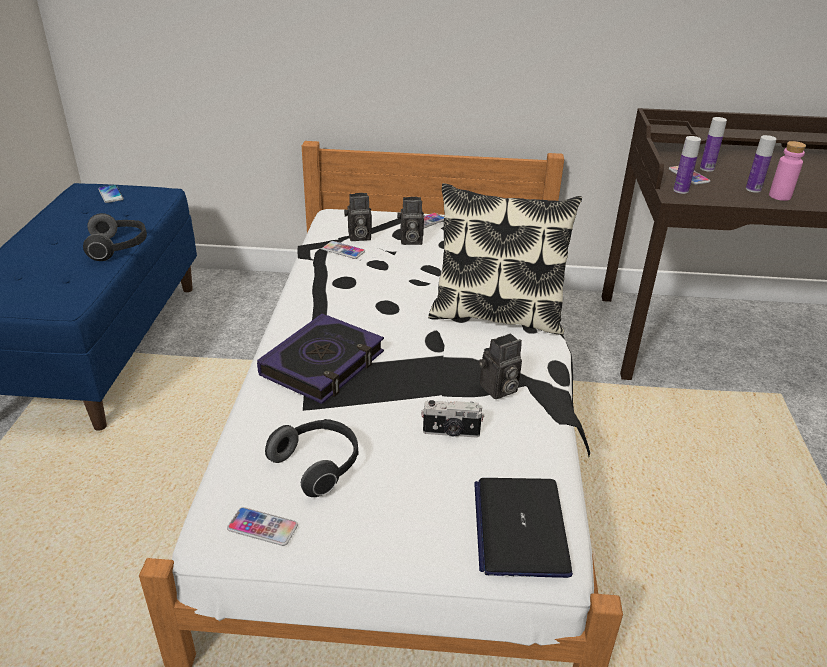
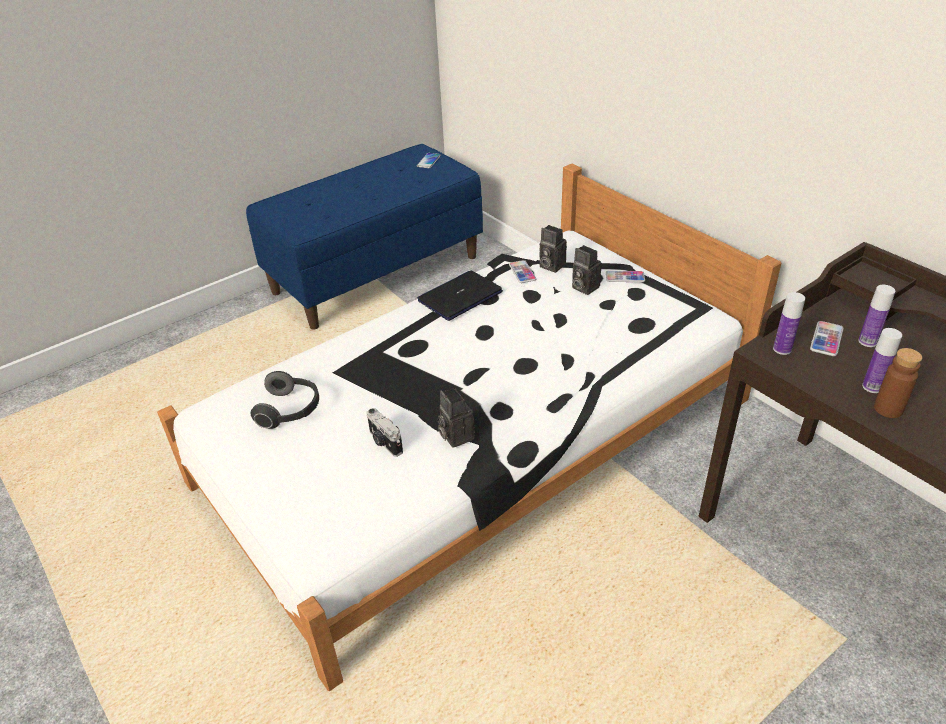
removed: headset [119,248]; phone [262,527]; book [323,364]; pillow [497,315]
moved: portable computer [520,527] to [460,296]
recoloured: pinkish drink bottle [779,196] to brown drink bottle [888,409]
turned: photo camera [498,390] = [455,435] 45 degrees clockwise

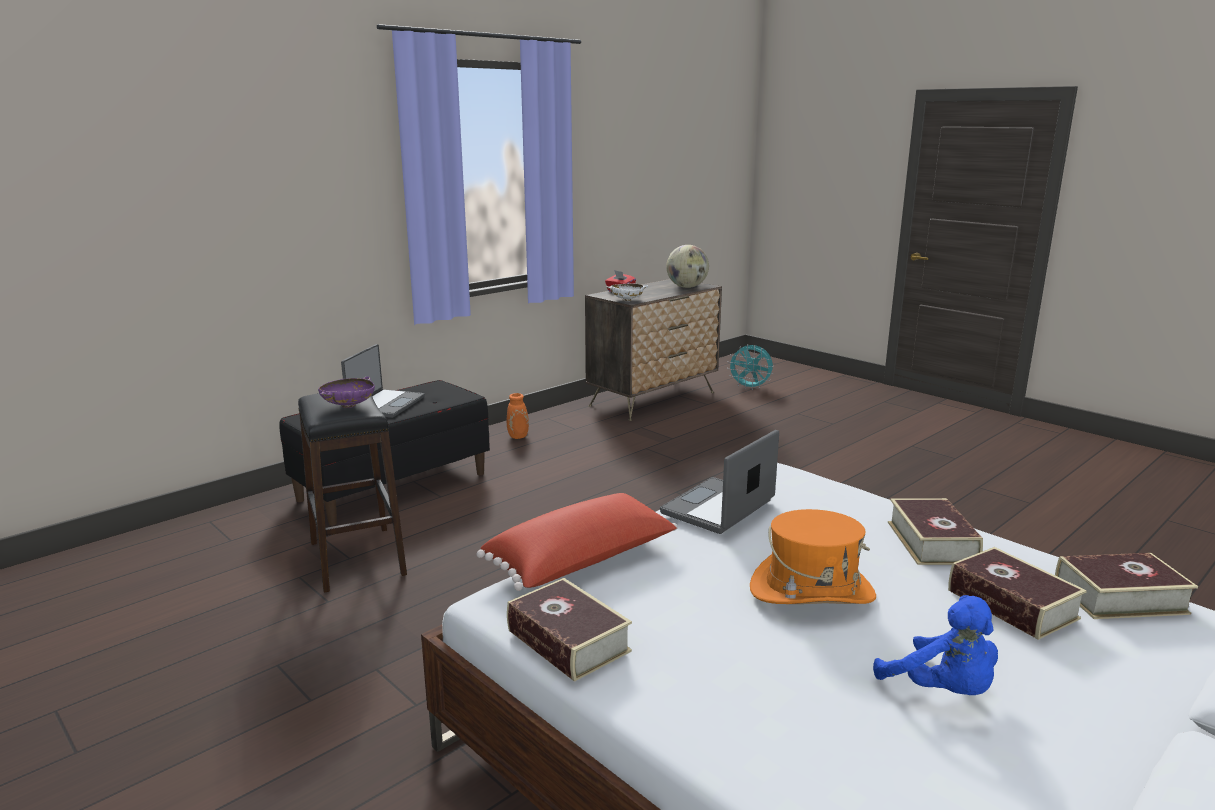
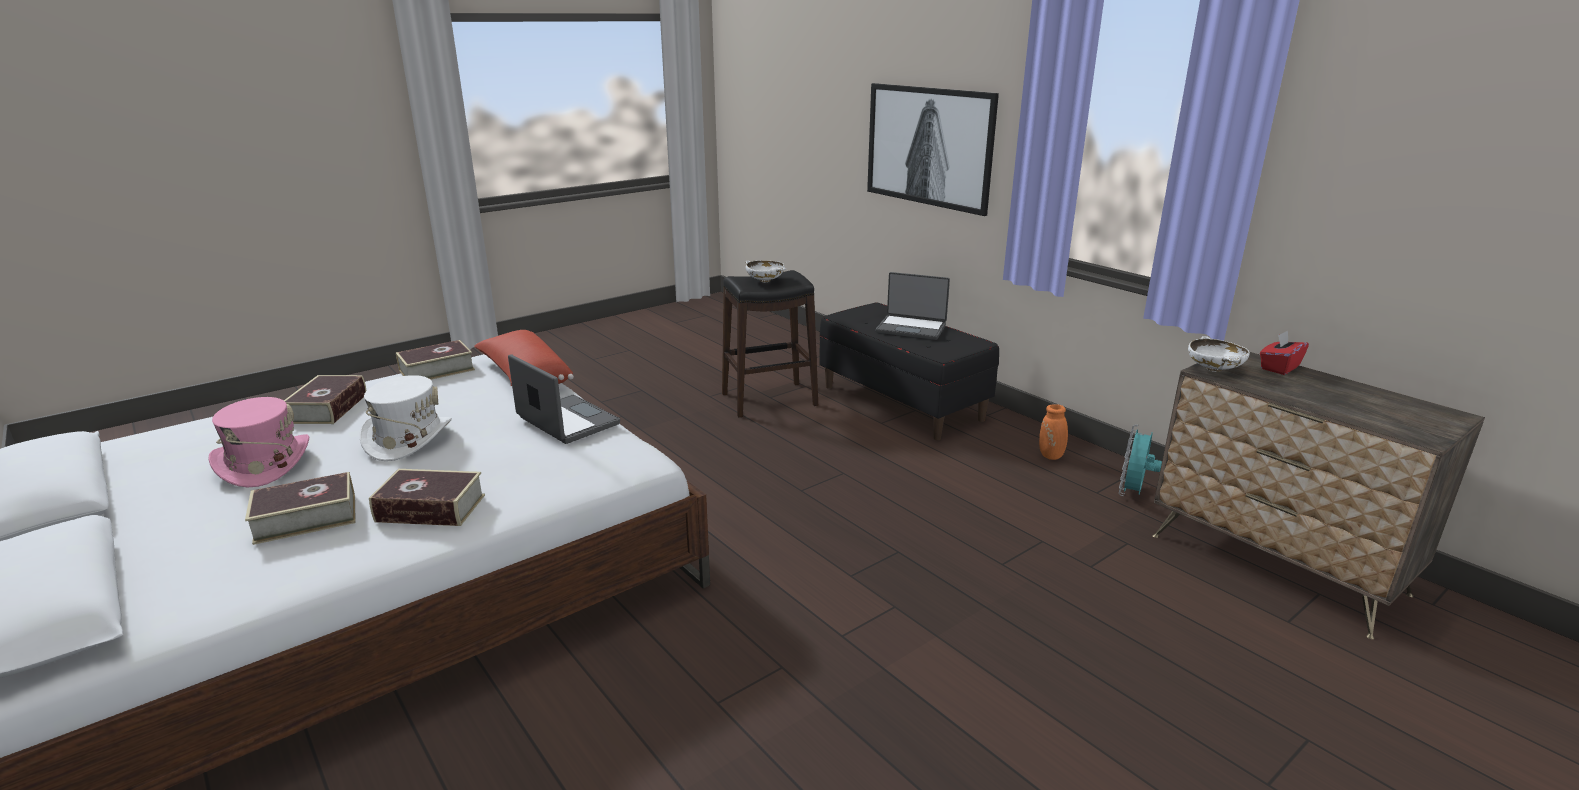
removed: world globe [687,287]
added: wall art [928,146]
moved: blue-green cooling fan [750,388] to [1132,493]; book [1119,598] to [328,408]
replaced: bluish cuddly toy [942,690] to pinkish wearable hat [264,464]
recoloured: purplish deep dish [348,406] to white-coloured deep dish [765,280]; orangey wearable hat [811,591] to white-coloured wearable hat [408,439]

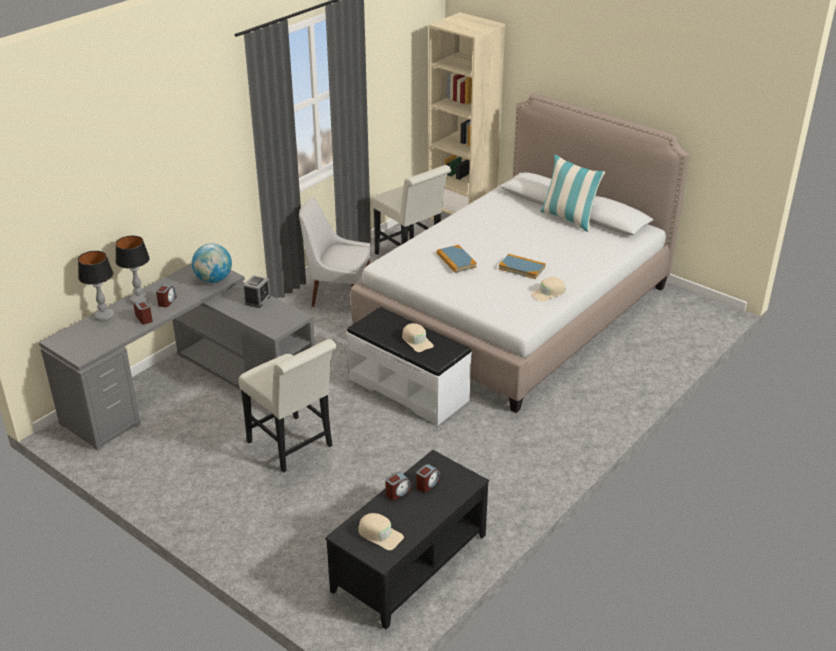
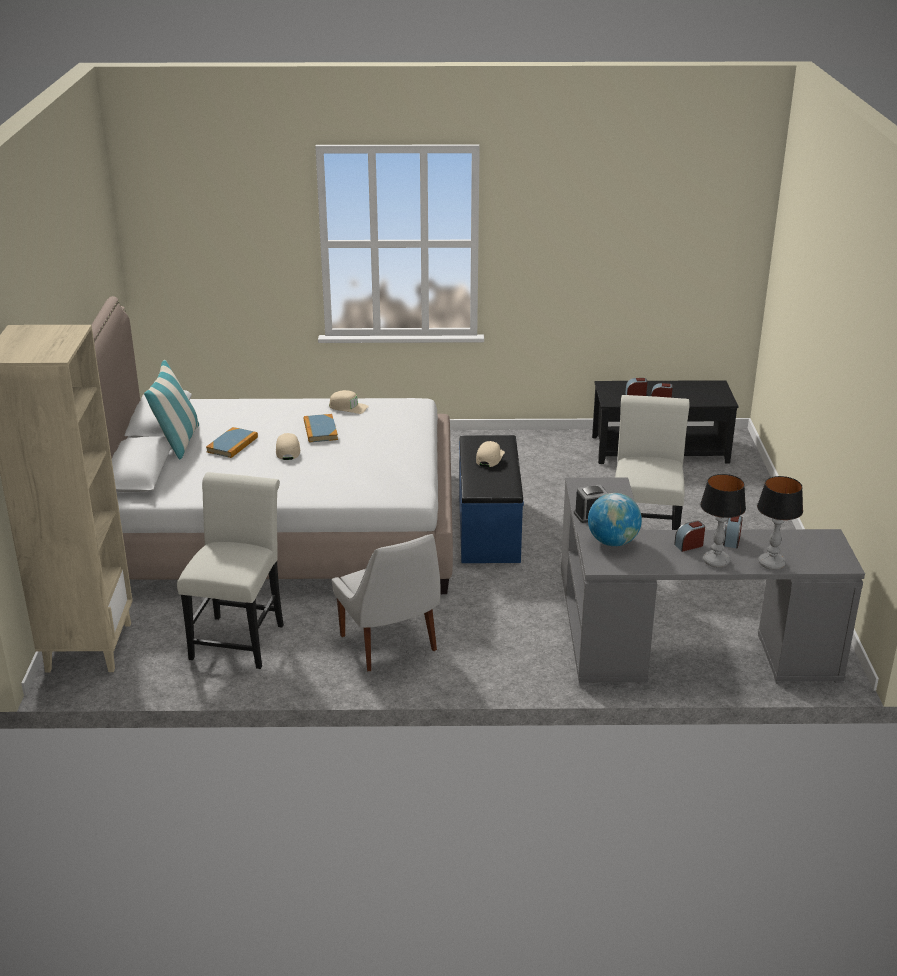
moved: sand-coloured cap [380,534] to [288,450]; book [456,260] to [232,445]
recoloured: white-coloured long seat [409,389] to bluish long seat [487,528]

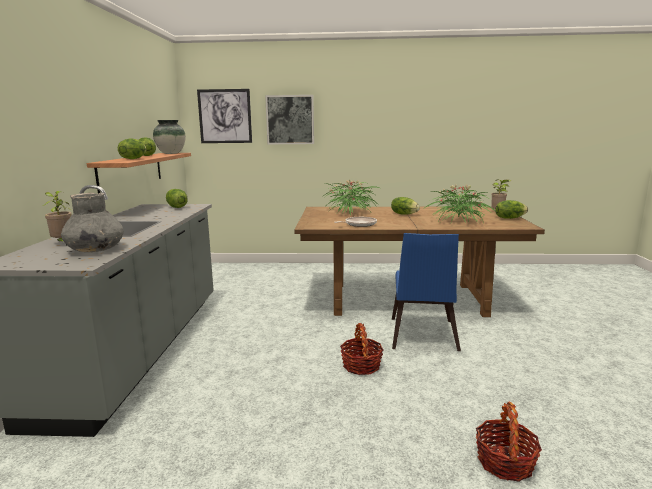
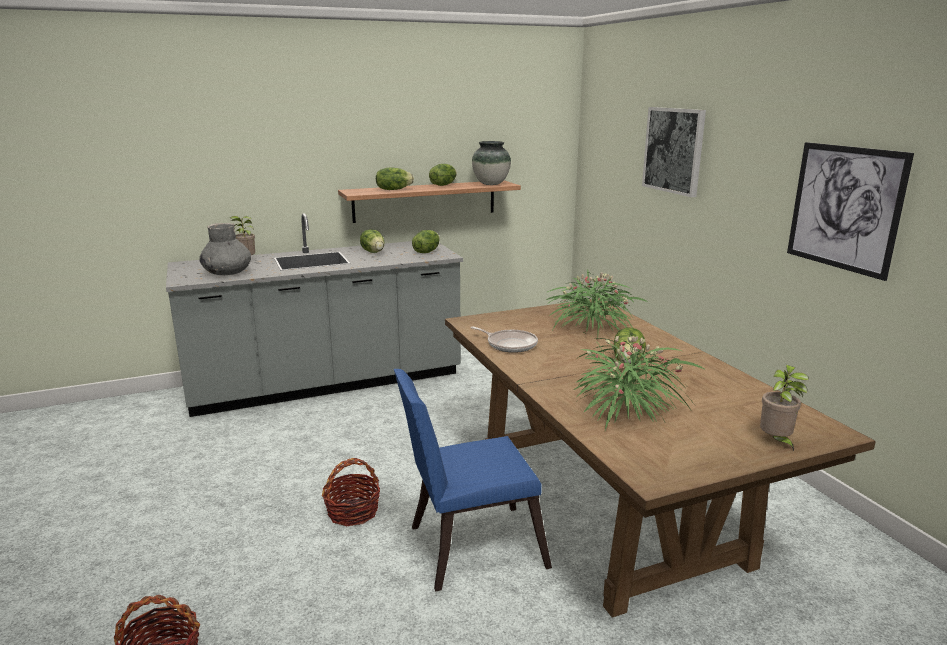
moved: wall art [225,116] to [844,208]; head of lettuce [509,218] to [373,252]

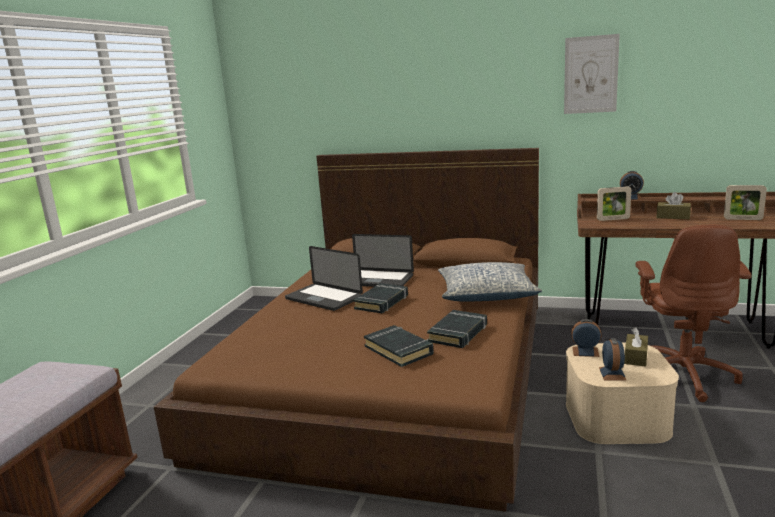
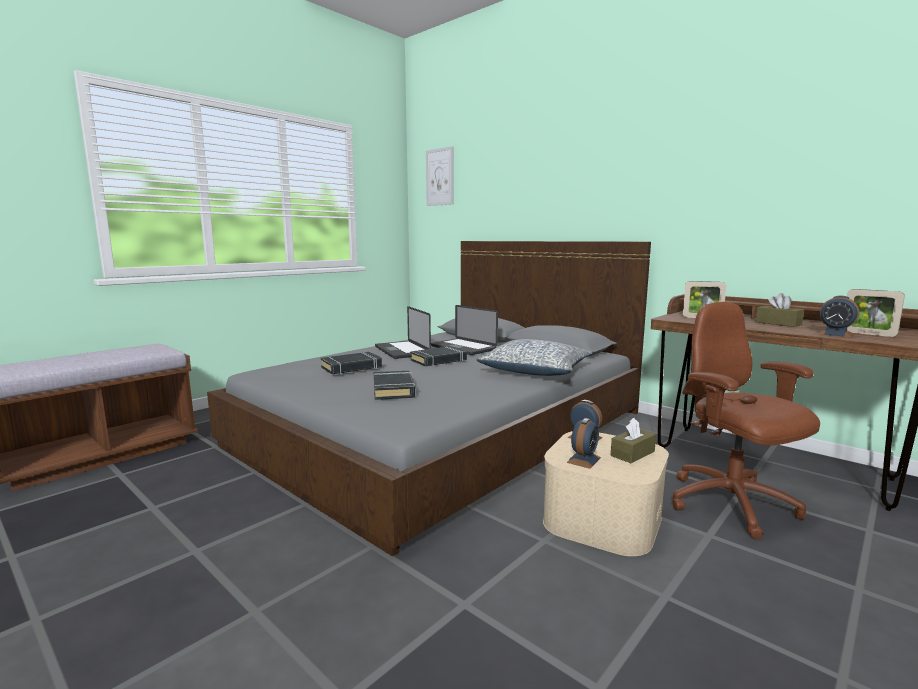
moved: black book [458,333] to [351,367]; wall art [590,74] to [439,177]; alarm clock [630,198] to [835,334]
recoloured: brown bedroom bed [393,370] to greyish bedroom bed [445,428]
turned: brown office chair [683,375] = [731,505] 120 degrees clockwise

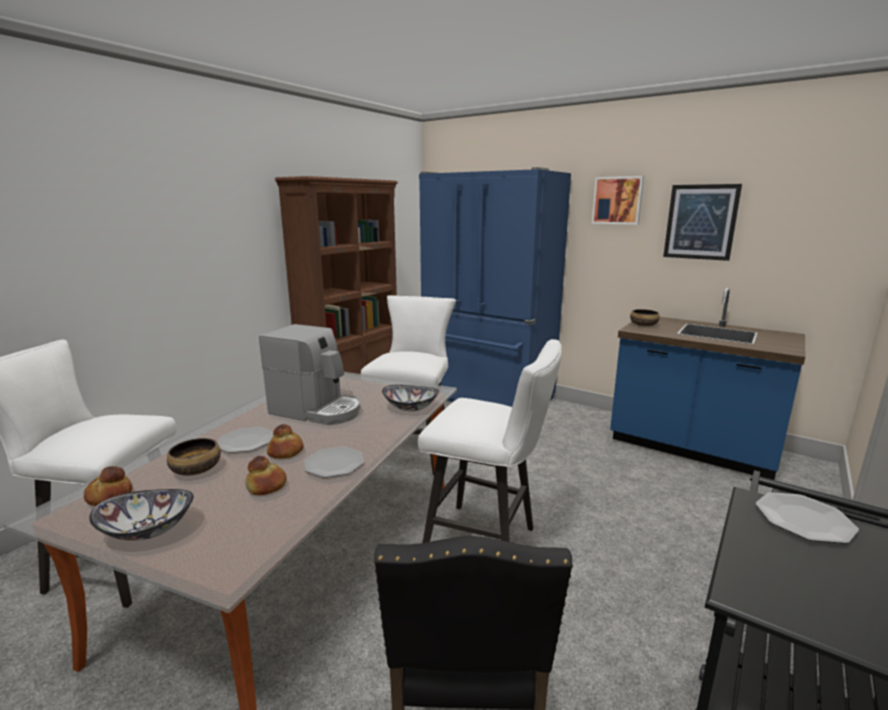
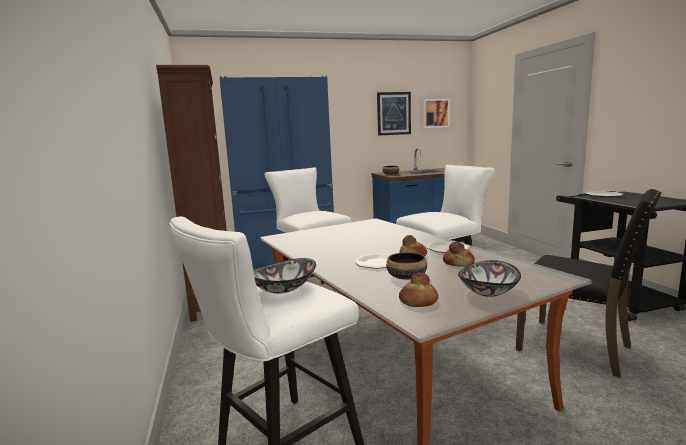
removed: coffee maker [317,410]
moved: deep dish [410,408] to [283,289]; wall art [617,200] to [435,113]

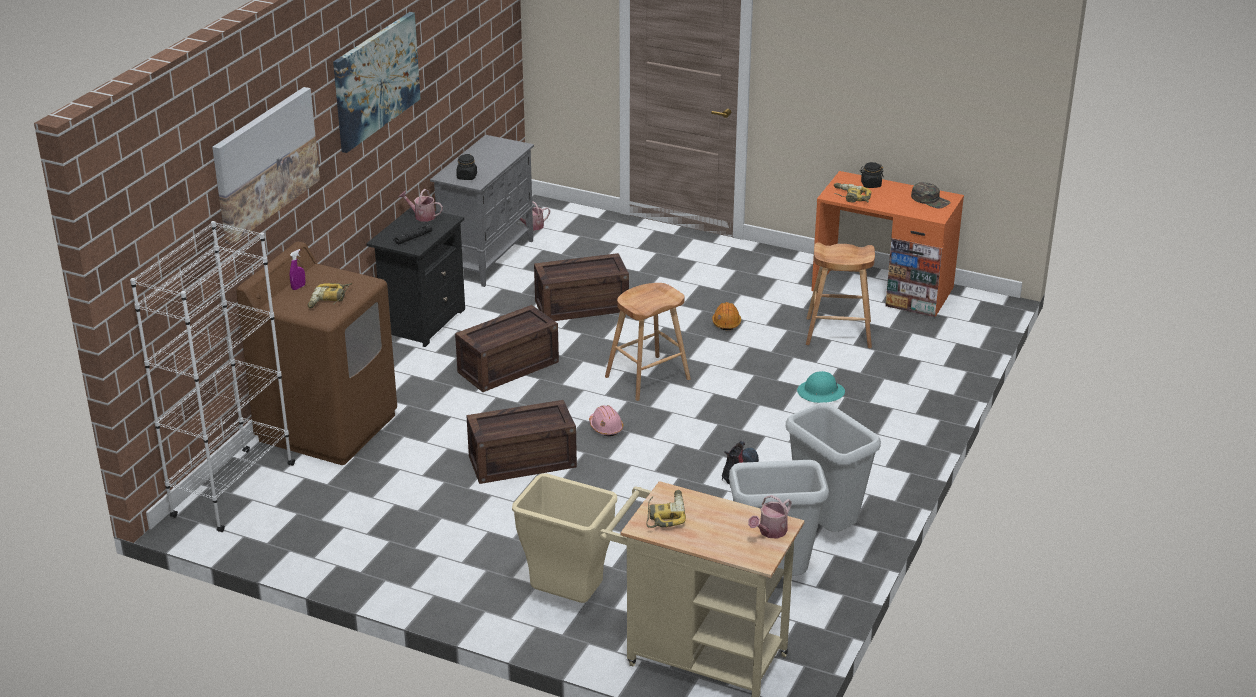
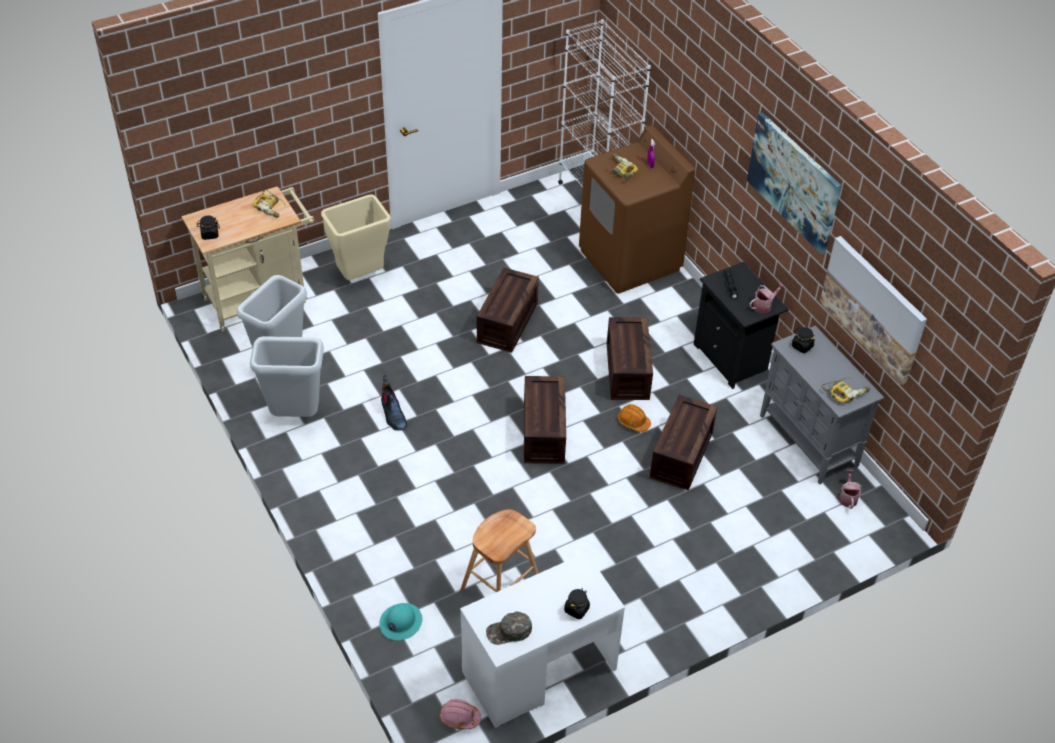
moved: wall art [265,163] to [873,308]; pinkish safety helmet [605,427] to [459,717]; orangey safety helmet [726,322] to [633,422]; blue-green safety helmet [821,393] to [400,622]; electric drill [850,197] to [845,392]
replaced: brown sitting stool [647,378] to shipping crate [545,433]; watering can [770,532] to black jar [209,234]
recoloured: orangey desk unit [882,289] to white-coloured desk unit [539,671]

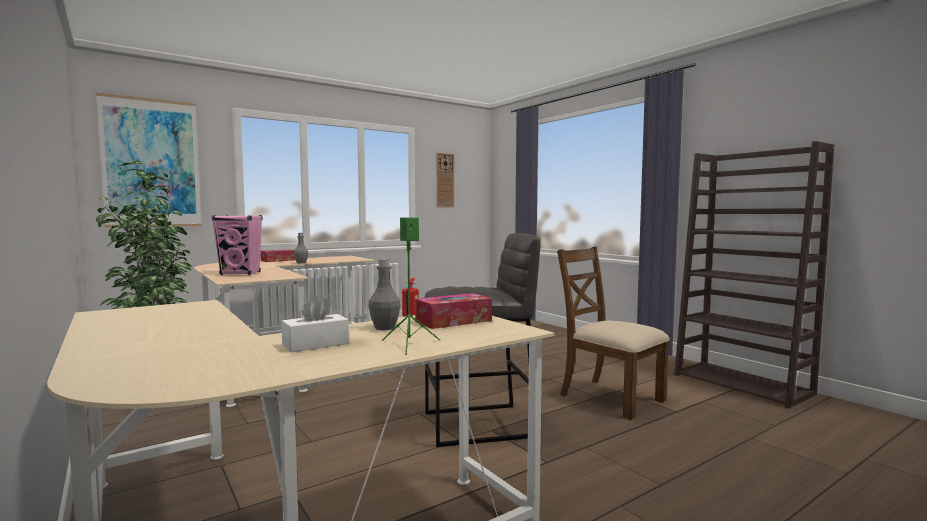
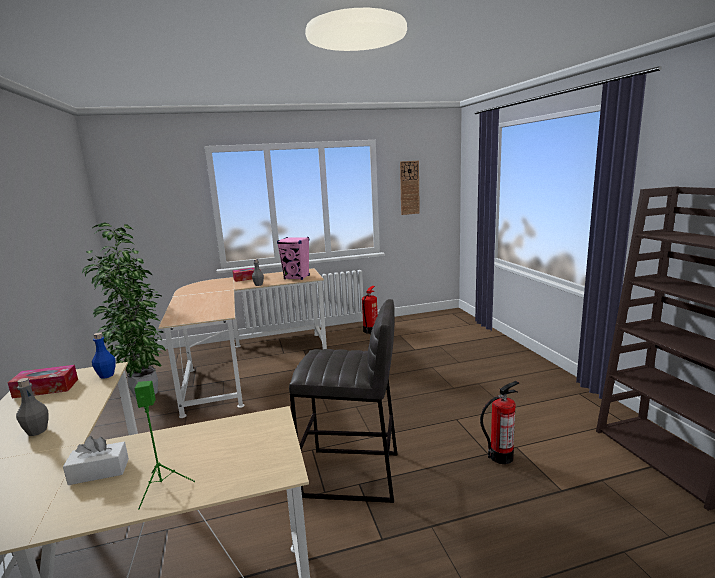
removed: wall art [151,163]
added: bluish drink bottle [106,375]
moved: pinkish audio speaker [240,273] to [297,277]; greyish drink bottle [384,328] to [37,431]; tissue box [453,321] to [46,388]
replaced: brown upright chair [610,397] to fire extinguisher [501,457]

